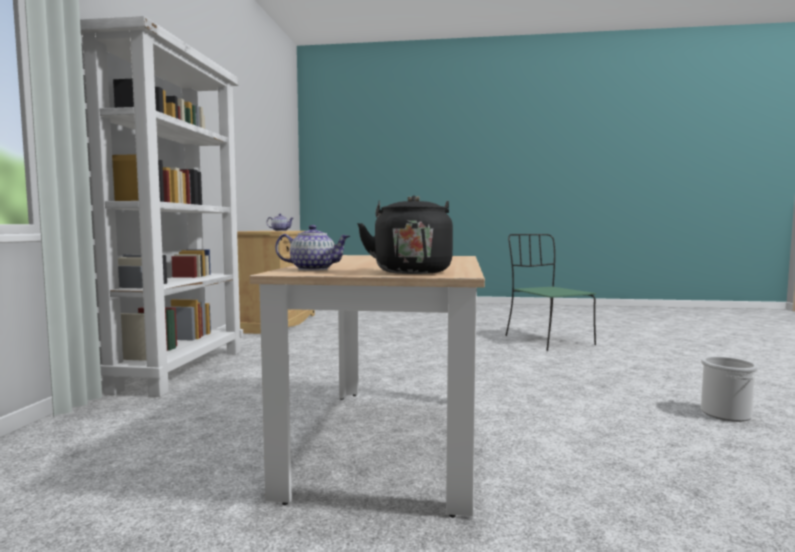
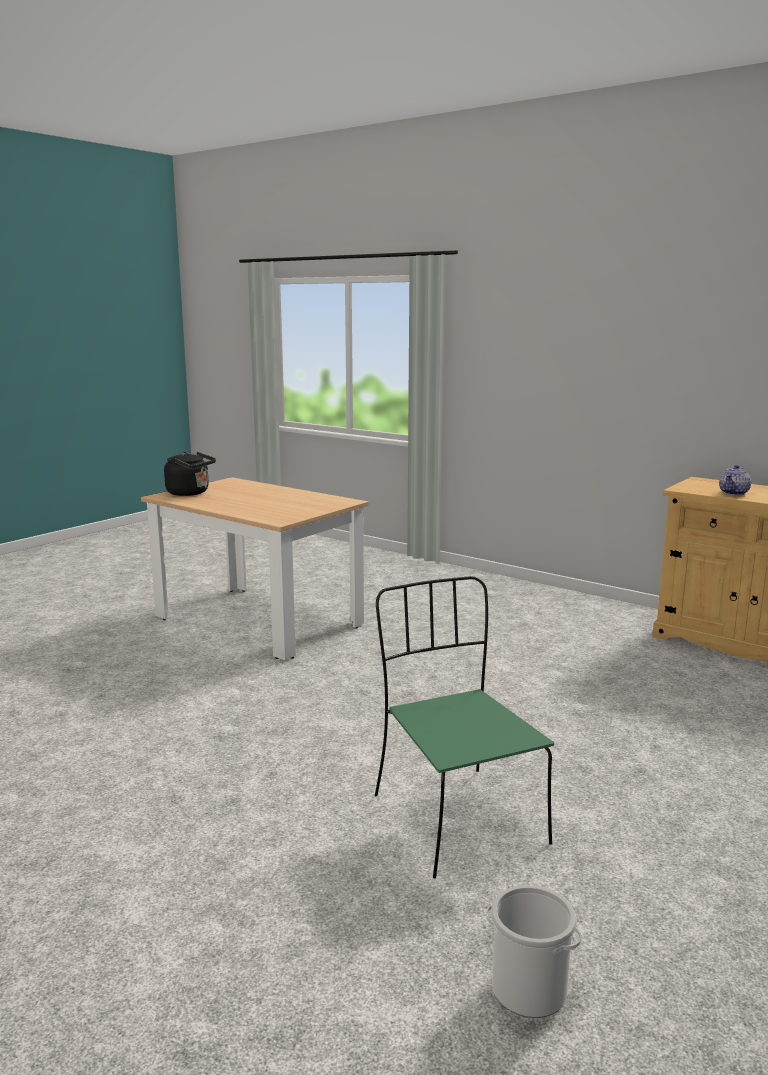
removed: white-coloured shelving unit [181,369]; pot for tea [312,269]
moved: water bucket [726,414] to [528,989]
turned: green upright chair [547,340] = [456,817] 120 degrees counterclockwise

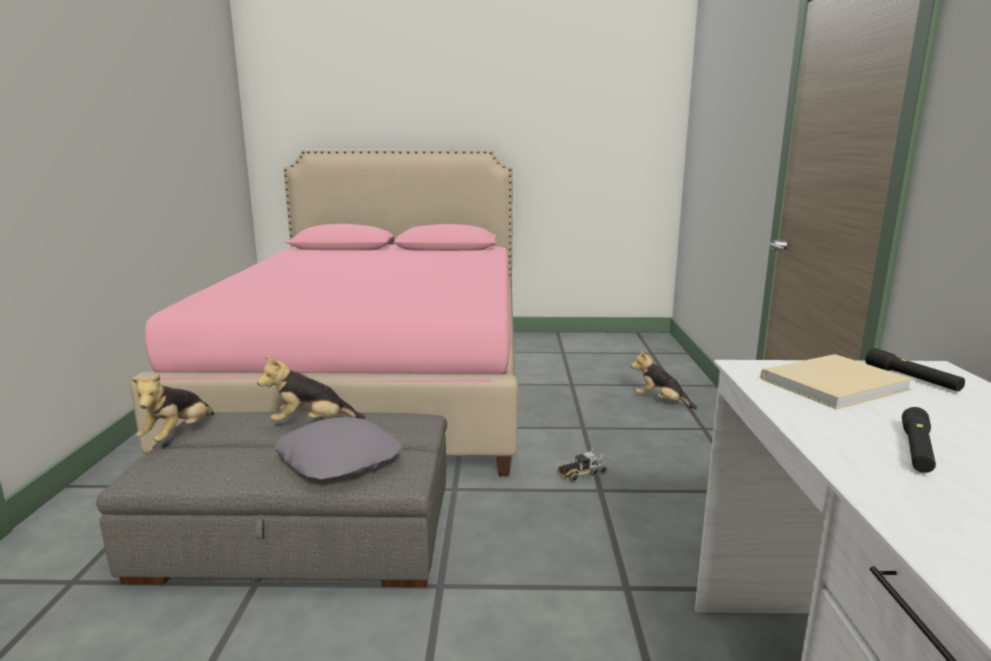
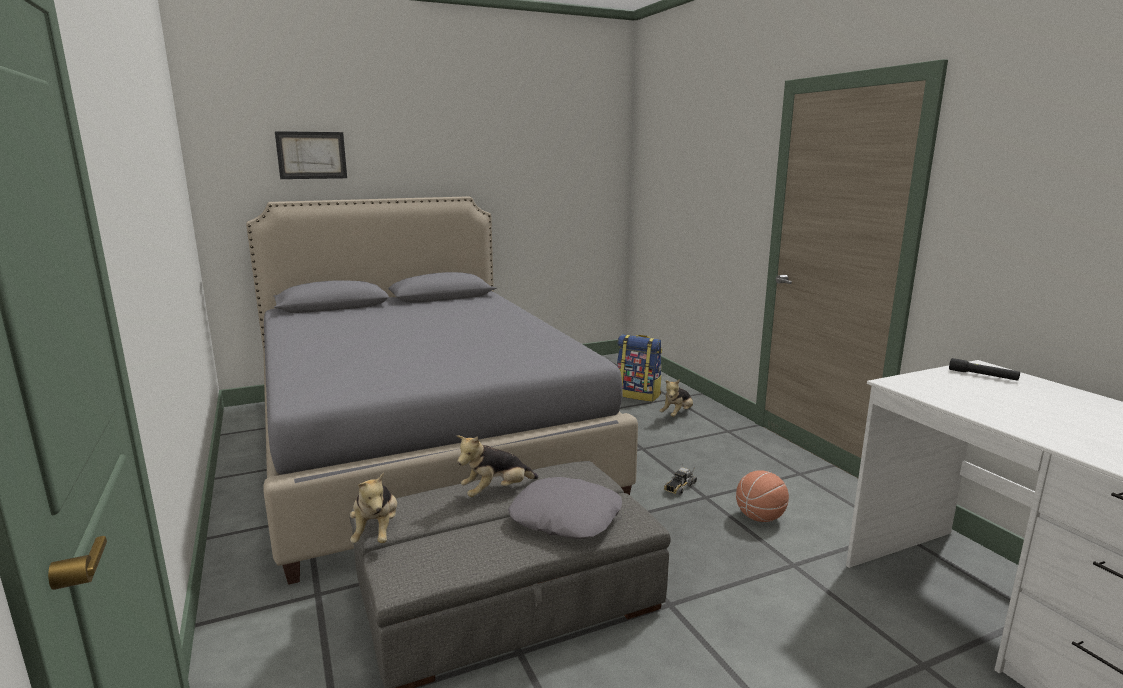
removed: sand-coloured book [828,383]; black torch [917,450]
added: wall art [311,155]; knapsack [638,395]; basketball ball [760,517]
recoloured: pinkish bedroom bed [378,384] to greyish bedroom bed [421,444]
turned: cuddly toy [660,401] = [677,414] 60 degrees counterclockwise

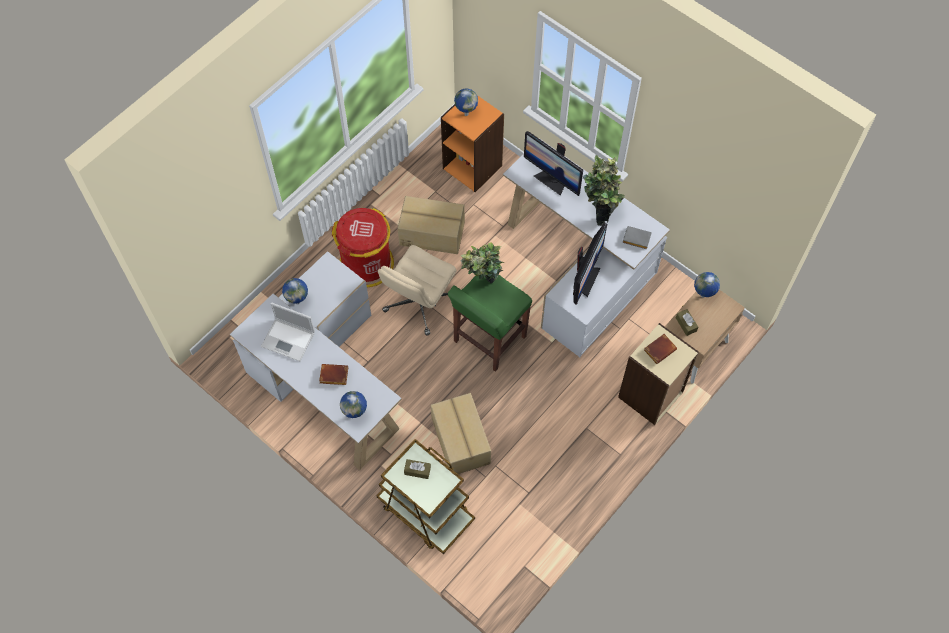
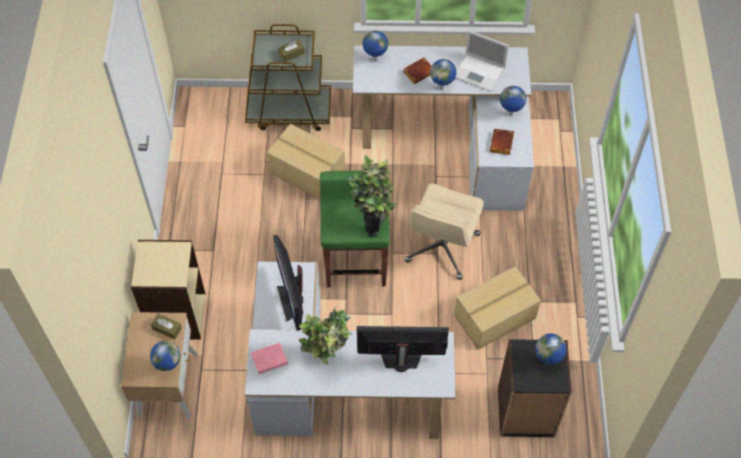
removed: reddish trash can [367,264]
added: world globe [442,88]
moved: brown book [659,349] to [502,144]
recoloured: orangey shelving unit [473,166] to black shelving unit [525,412]; greyish book [635,239] to pinkish book [270,358]
turned: portable computer [289,340] = [479,72] 135 degrees counterclockwise; sand-coloured office chair [419,304] = [442,248] 150 degrees counterclockwise

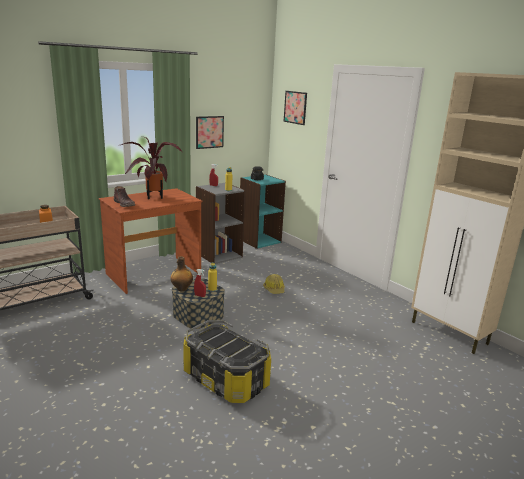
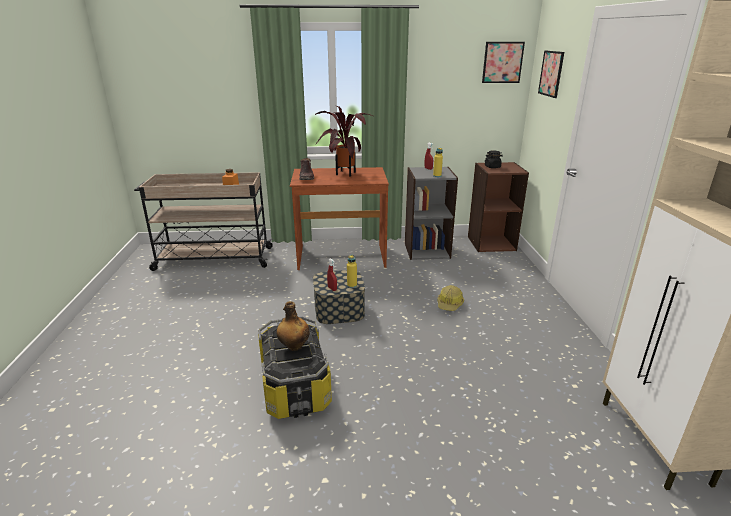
moved: drink bottle [181,289] to [294,346]; wall art [209,132] to [502,62]
recoloured: blue-green shelving unit [259,240] to brown shelving unit [491,243]

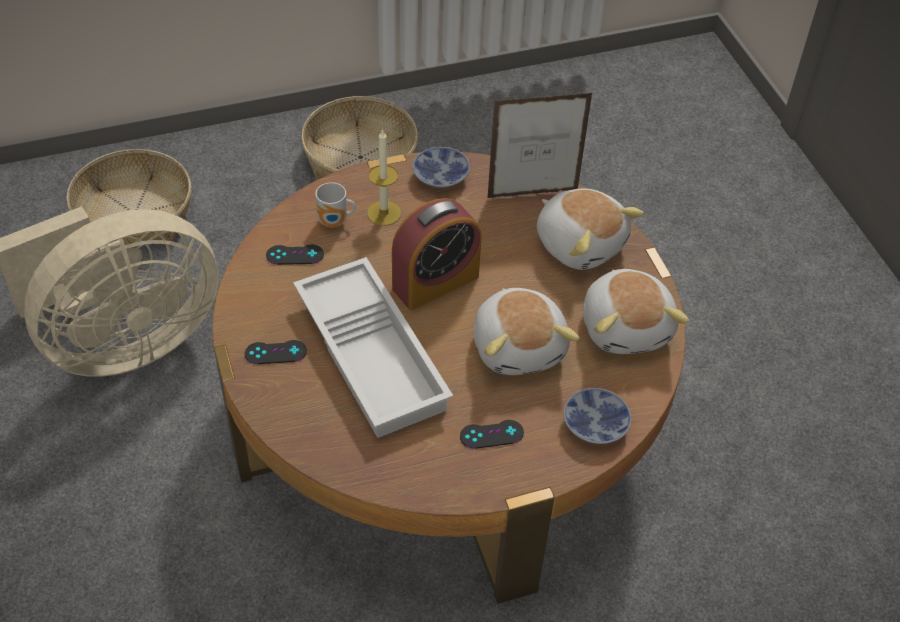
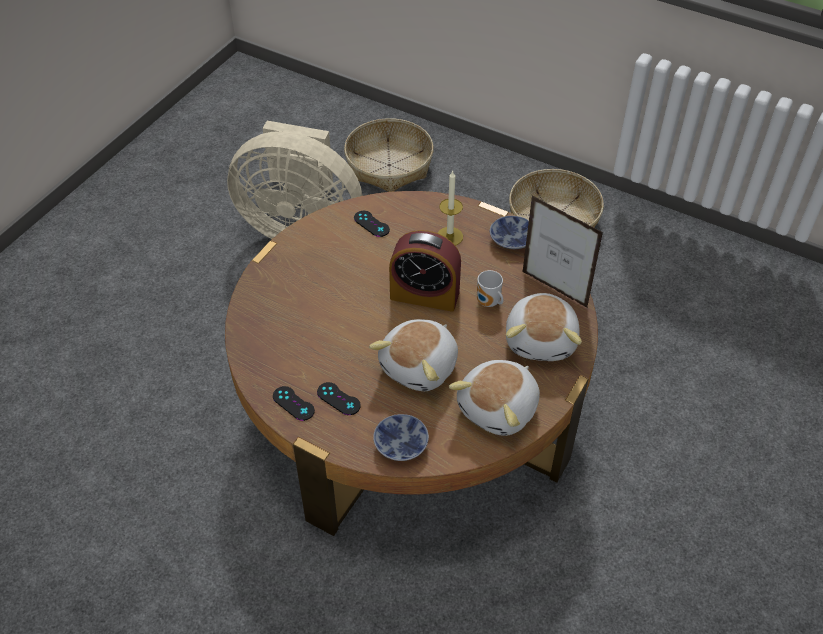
removed: white-coloured tray [374,354]
moved: black gamepad [275,352] to [293,403]; mug [334,222] to [488,303]

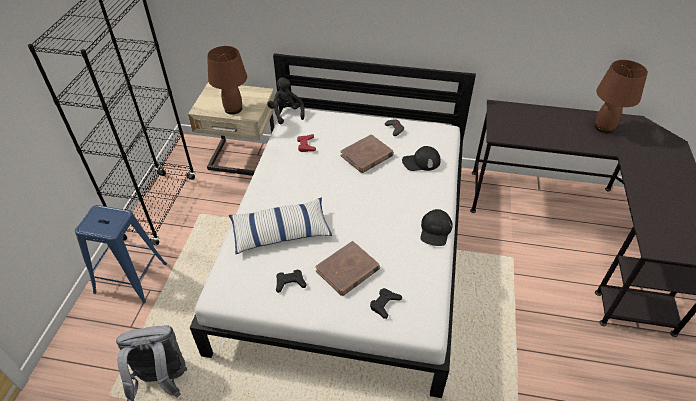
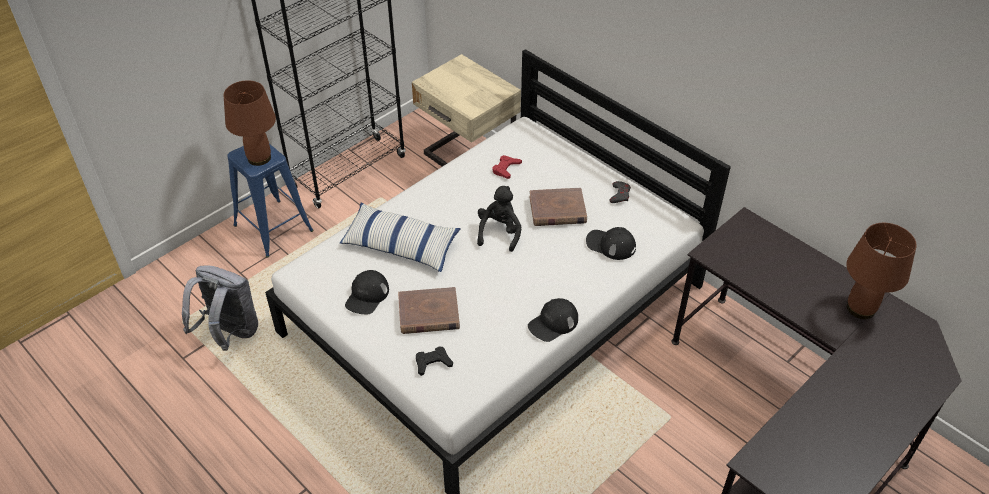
moved: brown tabletop lamp [233,109] to [258,158]; black cuddly toy [286,113] to [499,232]
replaced: black gamepad [290,282] to black cap [367,296]

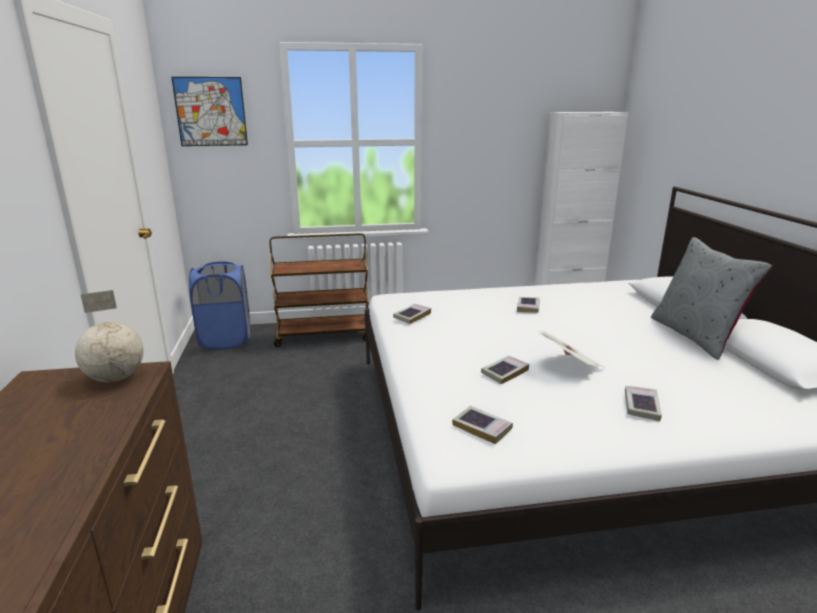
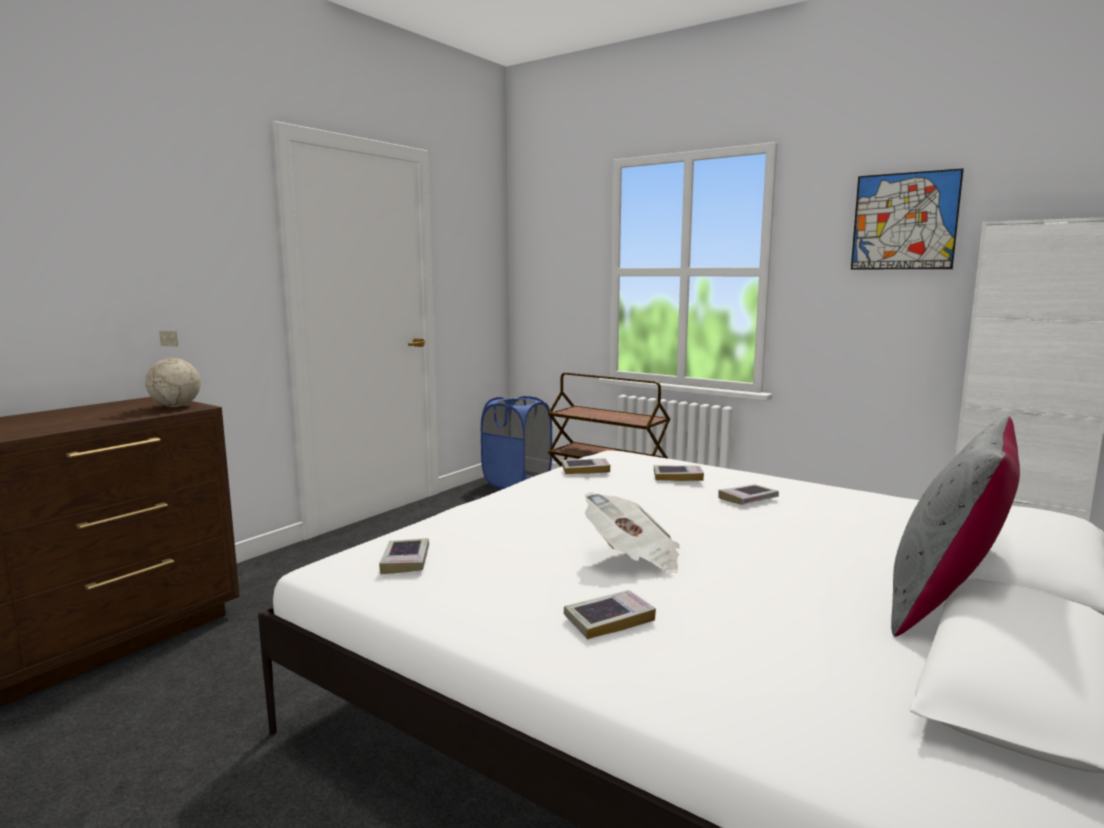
moved: wall art [210,112] to [904,221]; book [504,372] to [678,476]

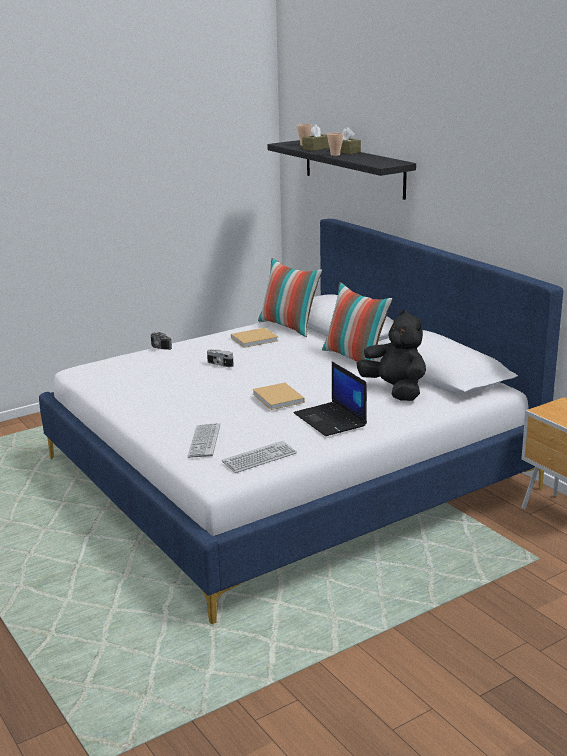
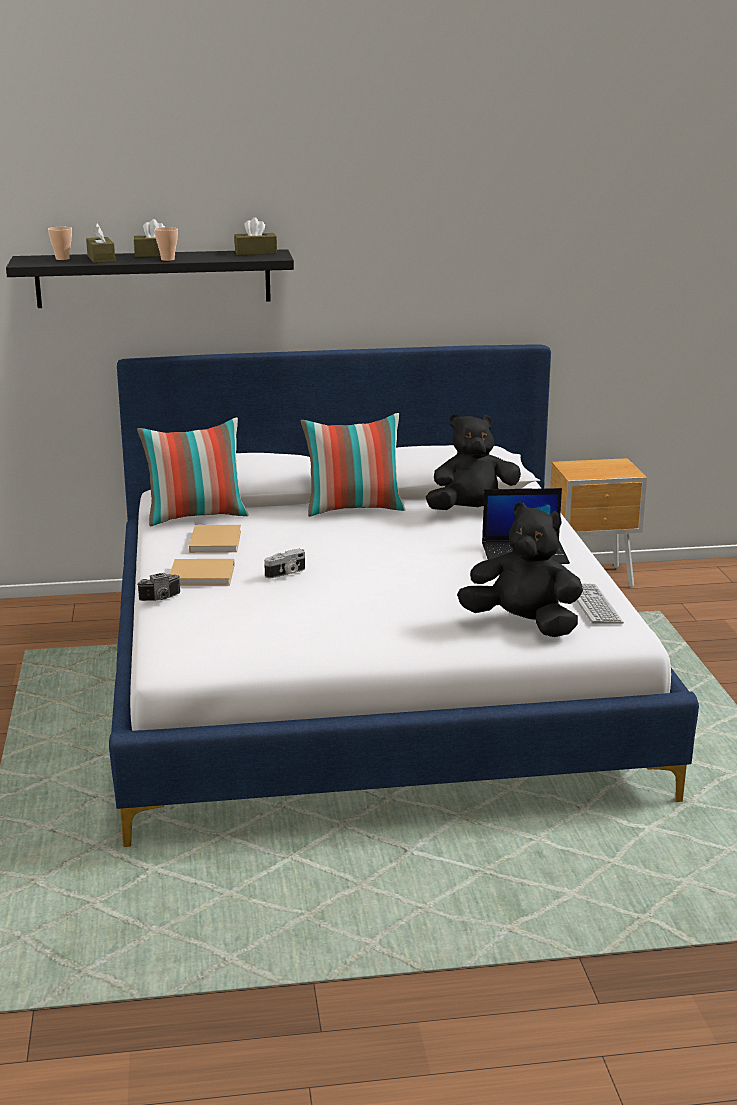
added: brown tissue box [255,252]
moved: sand-coloured book [278,398] to [204,575]
replaced: computer keyboard [204,441] to black cuddly toy [523,624]

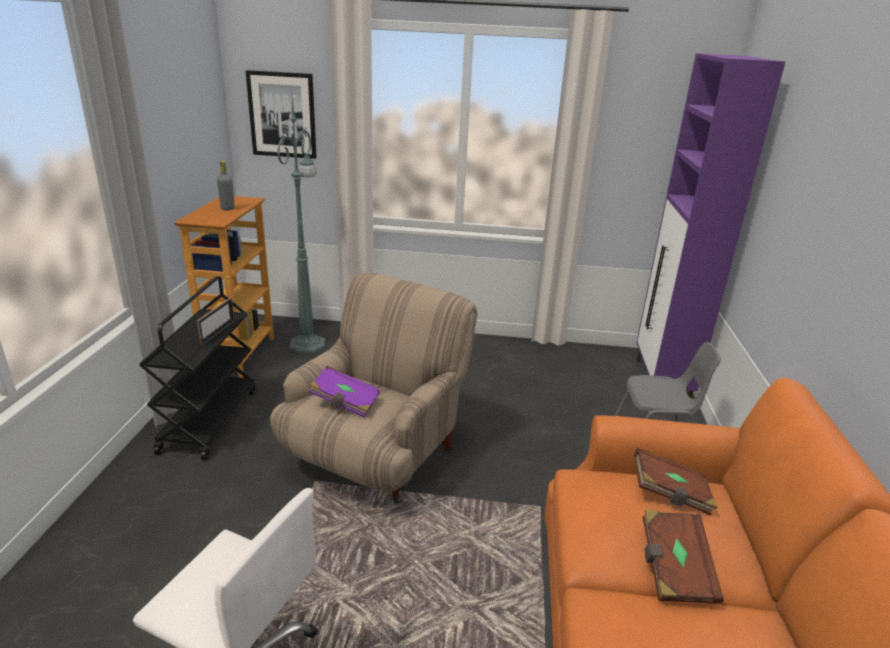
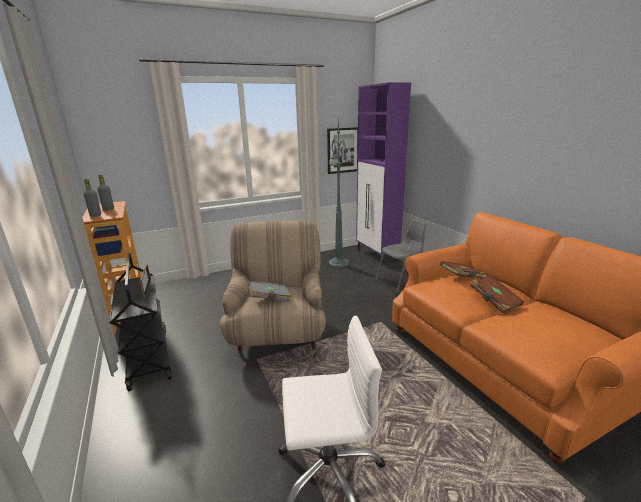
added: greyish drink bottle [95,215]
moved: wall art [282,115] to [343,150]; green standard lamp [308,343] to [338,263]
recoloured: purplish book [345,403] to greyish book [270,298]

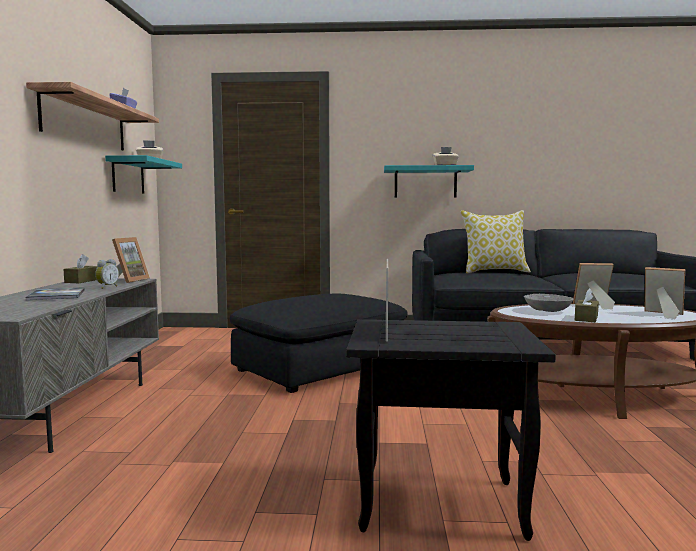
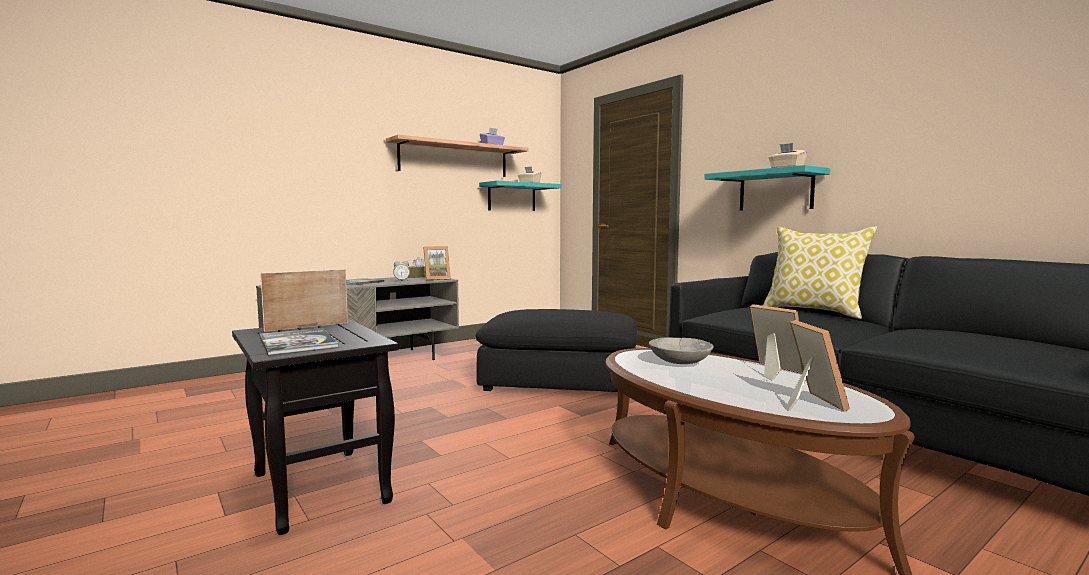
removed: brown tissue box [586,318]
added: book [297,343]

